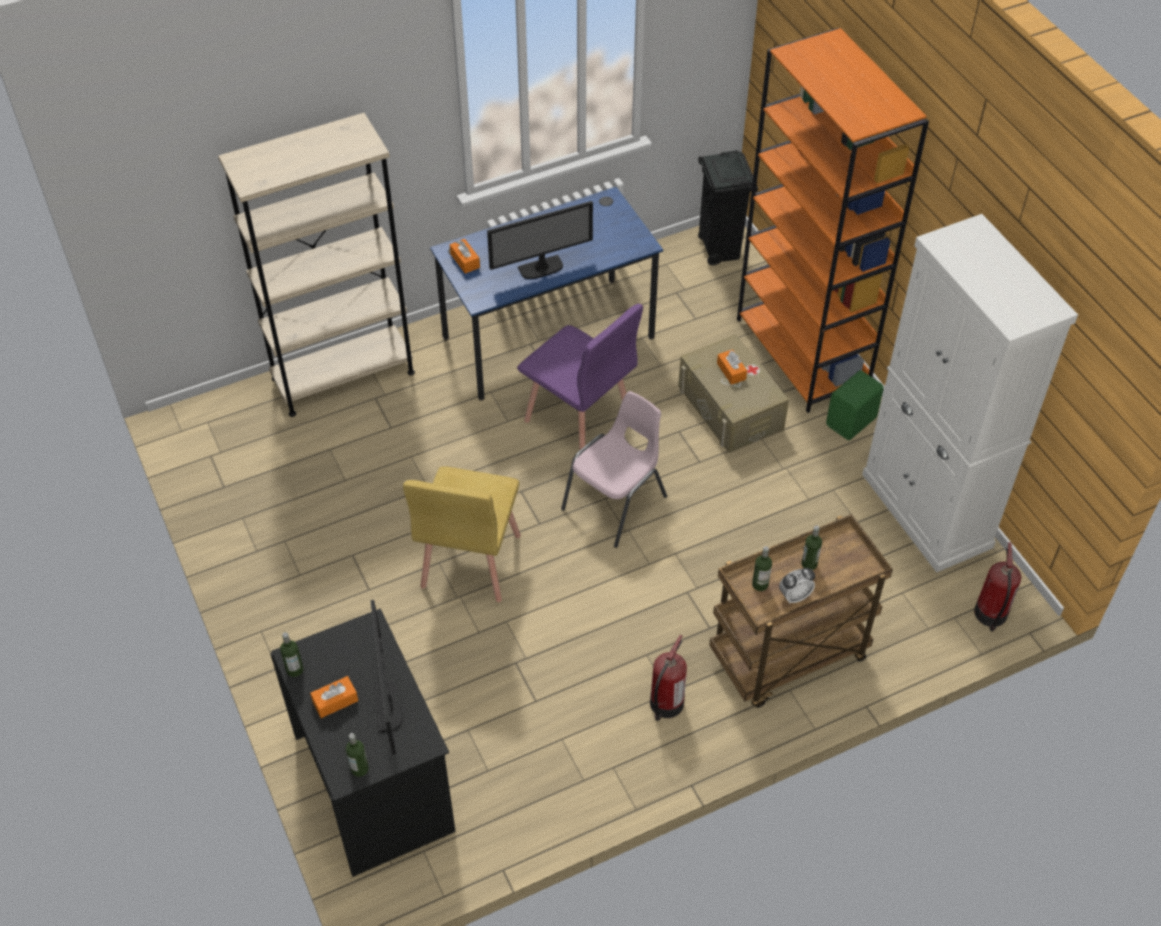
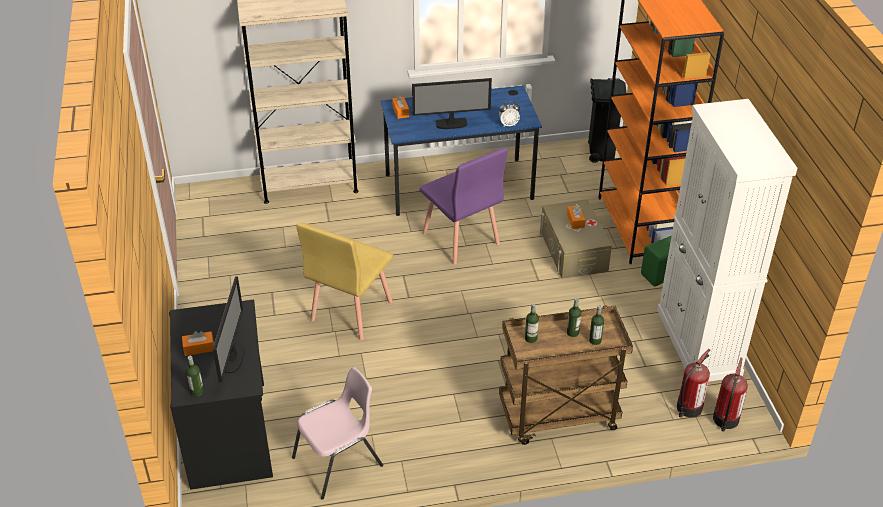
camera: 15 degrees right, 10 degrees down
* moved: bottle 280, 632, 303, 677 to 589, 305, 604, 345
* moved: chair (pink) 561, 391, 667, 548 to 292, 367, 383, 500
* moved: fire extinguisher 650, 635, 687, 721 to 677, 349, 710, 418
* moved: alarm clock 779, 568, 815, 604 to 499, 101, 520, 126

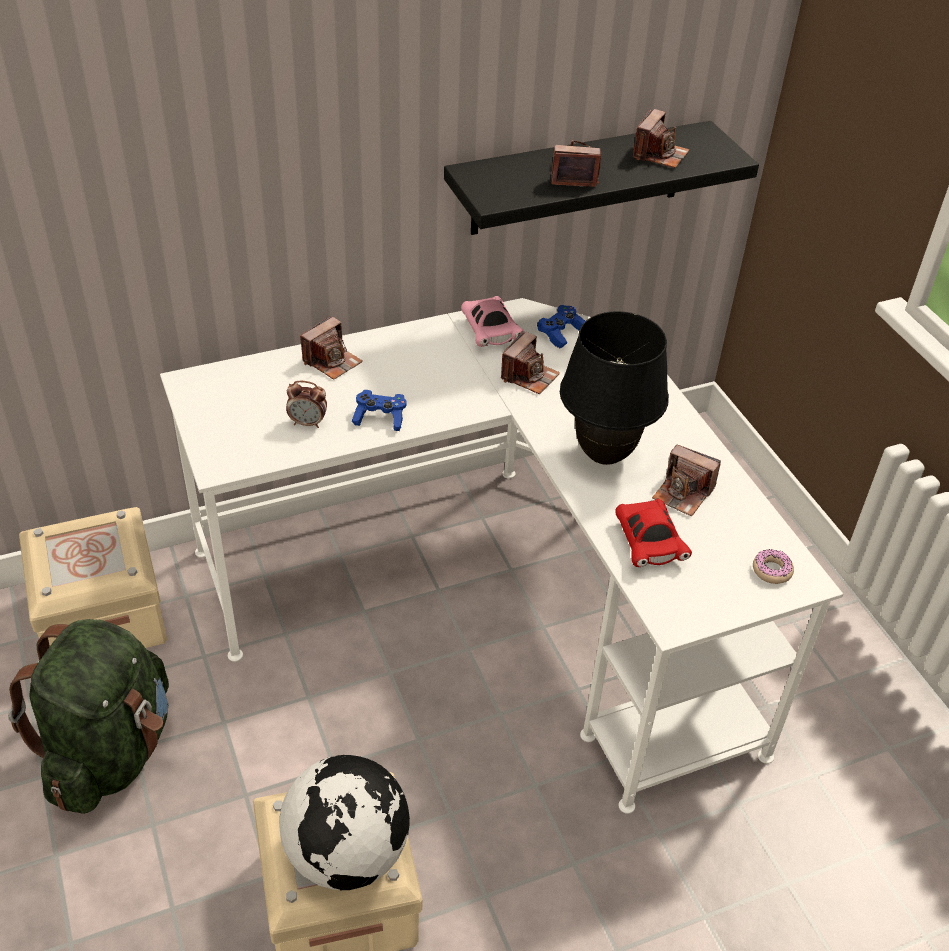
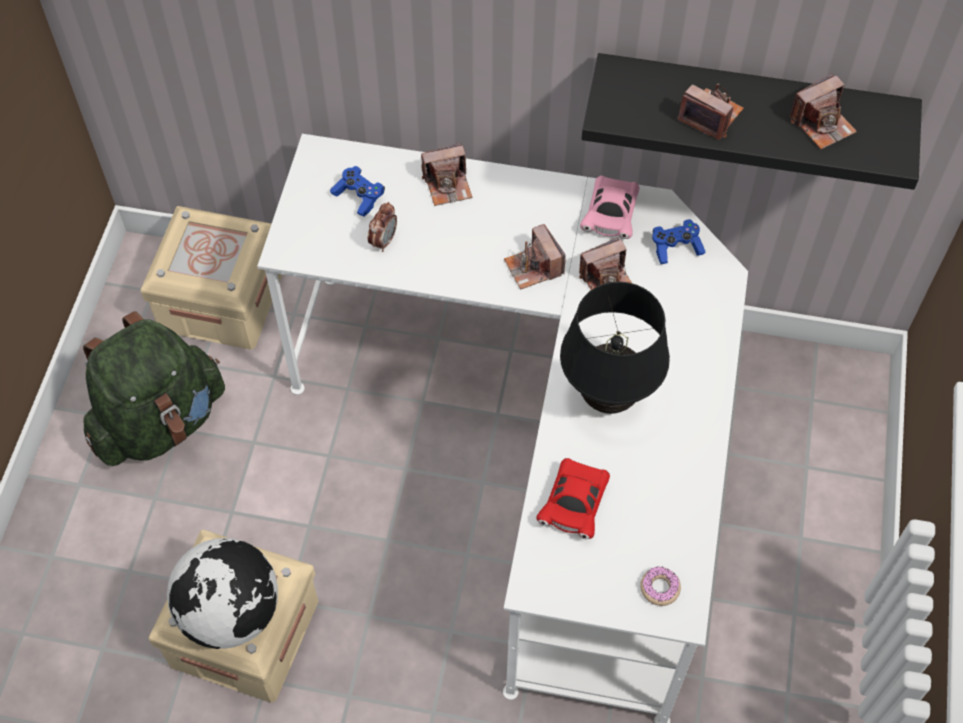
camera: 35 degrees right, 15 degrees up
* turned: alarm clock 286, 381, 327, 428 = 368, 202, 397, 252 105 degrees counterclockwise
* moved: game controller (blue) 352, 390, 407, 431 to 330, 166, 385, 217
* moved: photo camera 652, 445, 721, 516 to 504, 224, 566, 289

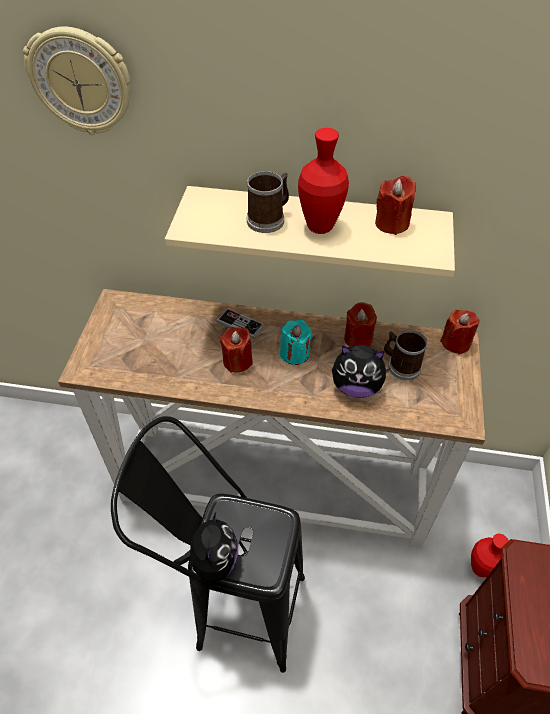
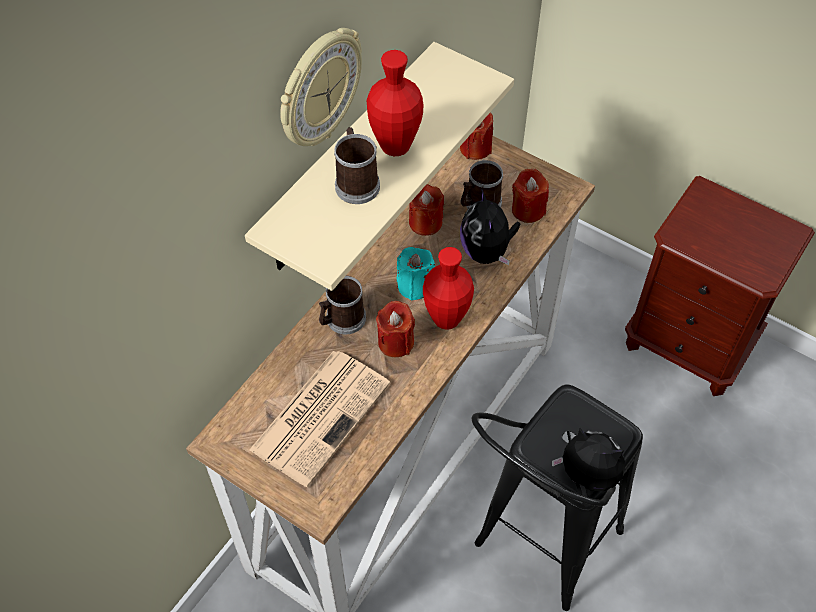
camera: 65 degrees left, 5 degrees up
* moved: wall clock 23, 26, 130, 135 to 280, 28, 362, 146
* replaced: game controller 216, 308, 264, 339 to mug 319, 275, 366, 335
* turned: plush toy 332, 345, 391, 398 = 460, 188, 520, 265 135 degrees clockwise
* moved: candle (red) 375, 176, 416, 235 to 512, 169, 549, 223
* moved: vase (red) 471, 533, 509, 577 to 423, 247, 474, 330
* added: newspaper 249, 351, 390, 487

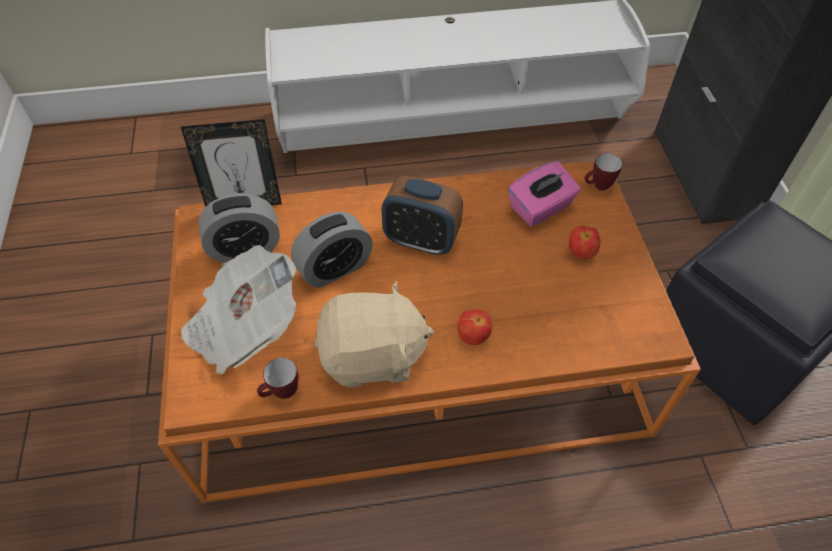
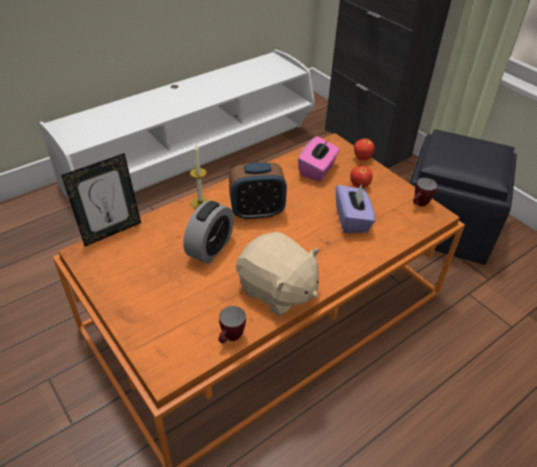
camera: 30 degrees left, 10 degrees down
* removed: newspaper 181, 245, 297, 375
* removed: alarm clock 198, 193, 280, 263
* turned: plush toy (beige) 314, 281, 434, 388 = 236, 232, 320, 316 75 degrees clockwise
* moved: apple 457, 310, 492, 345 to 354, 138, 375, 160
* moved: mug 585, 153, 622, 190 to 413, 178, 437, 206
* added: candle 190, 145, 209, 209
* added: tissue box (purple) 336, 184, 375, 233

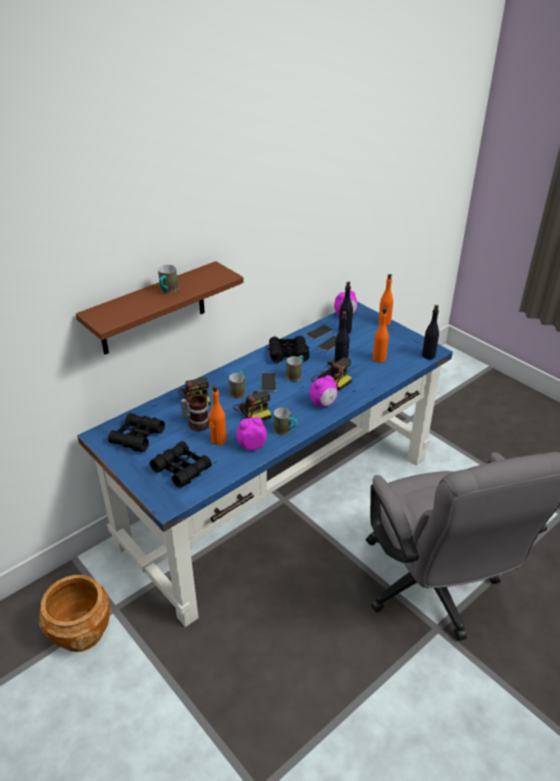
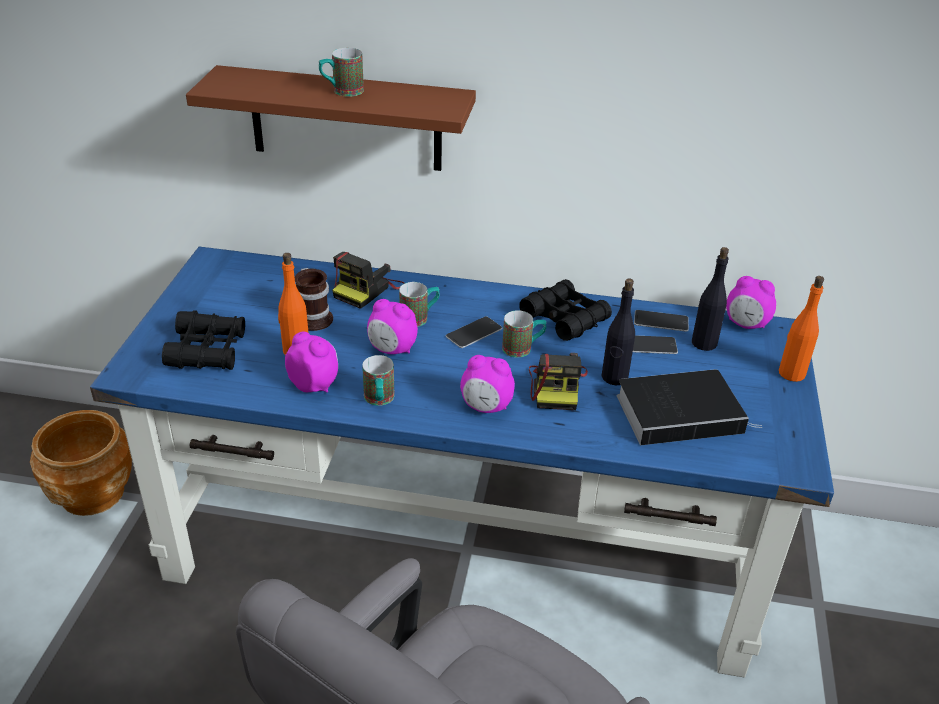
camera: 50 degrees right, 0 degrees up
* removed: binoculars (black) 108, 413, 165, 452
* replaced: photo camera 233, 390, 272, 421 to alarm clock 367, 299, 418, 354
* replaced: bottle (orange) 373, 308, 389, 363 to book 617, 369, 762, 445
* removed: bottle (black) 422, 305, 439, 359

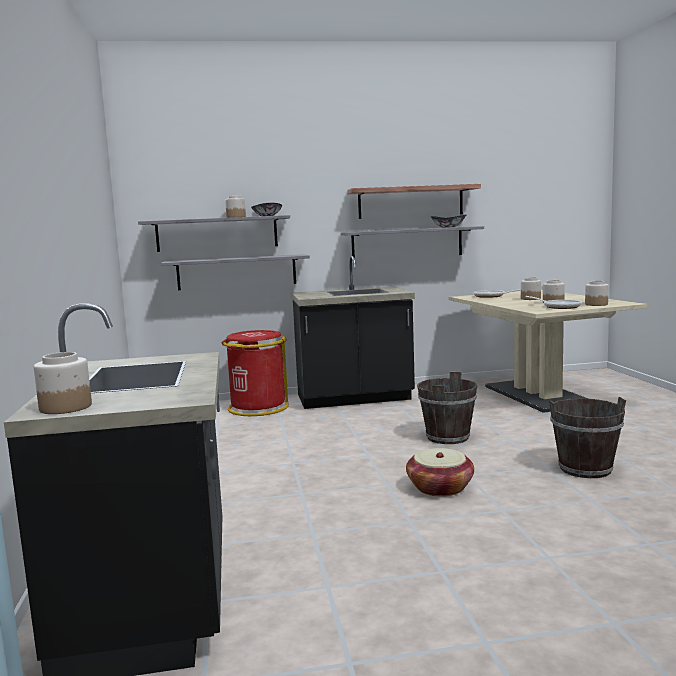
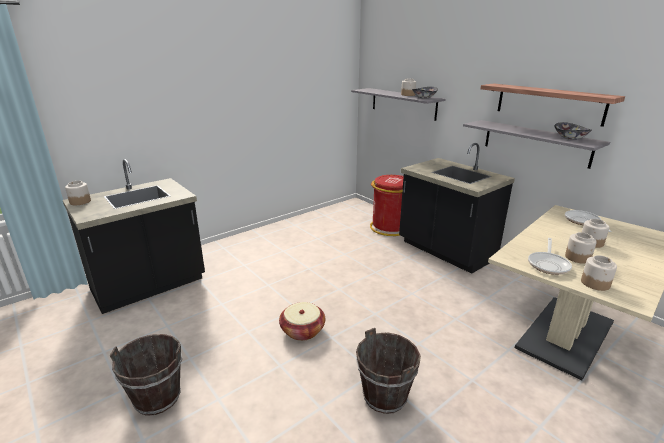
camera: 60 degrees right, 15 degrees up
* removed: shelf (grey) 161, 254, 310, 290
* moved: bucket (brown) 417, 372, 477, 444 to 109, 334, 182, 416

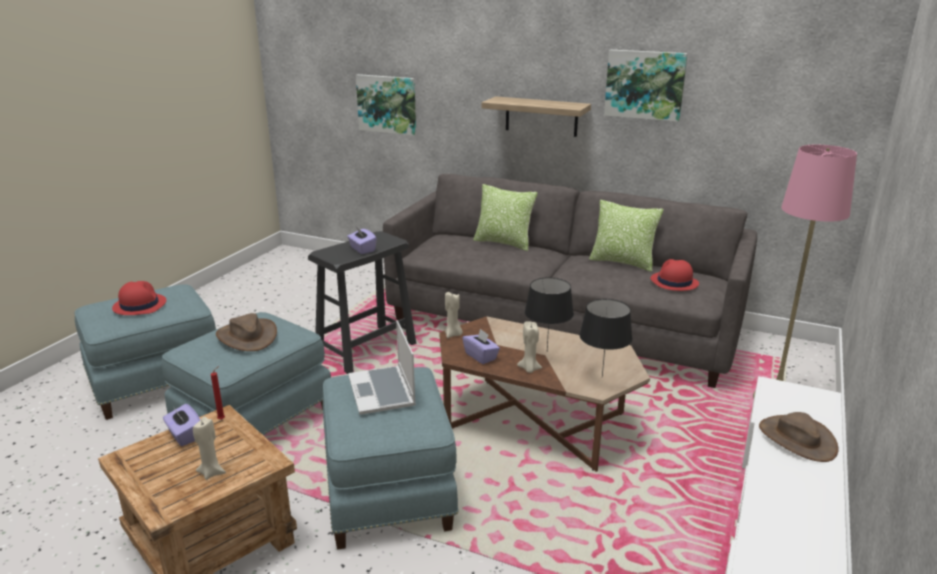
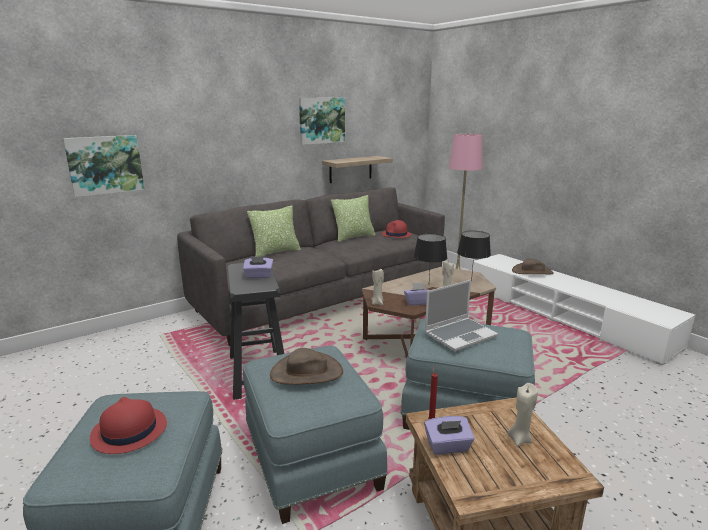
camera: 60 degrees left, 5 degrees down
* turned: laptop 348, 320, 416, 415 = 424, 280, 498, 352 45 degrees counterclockwise
* moved: shelf 481, 96, 591, 137 to 322, 156, 393, 183

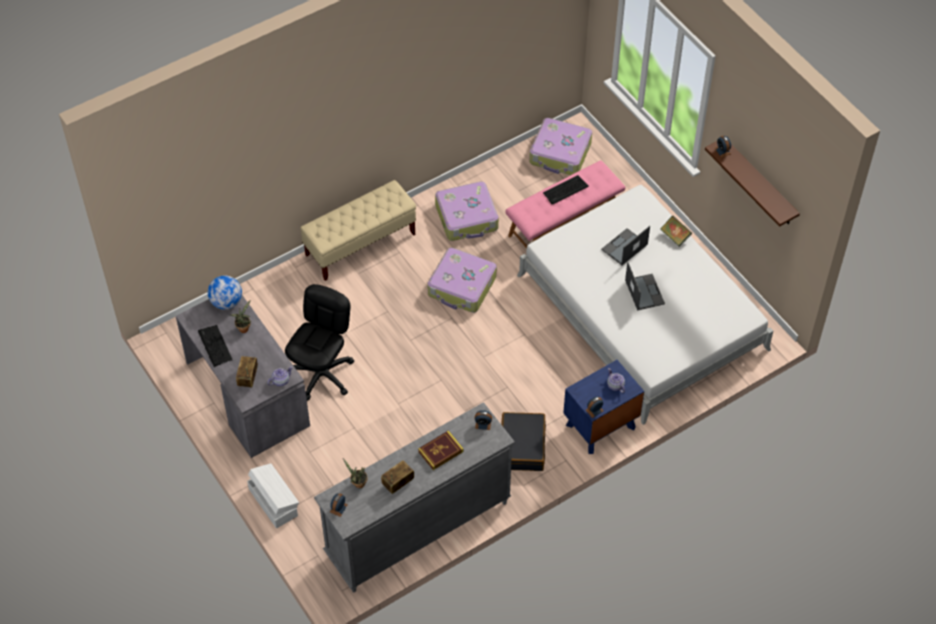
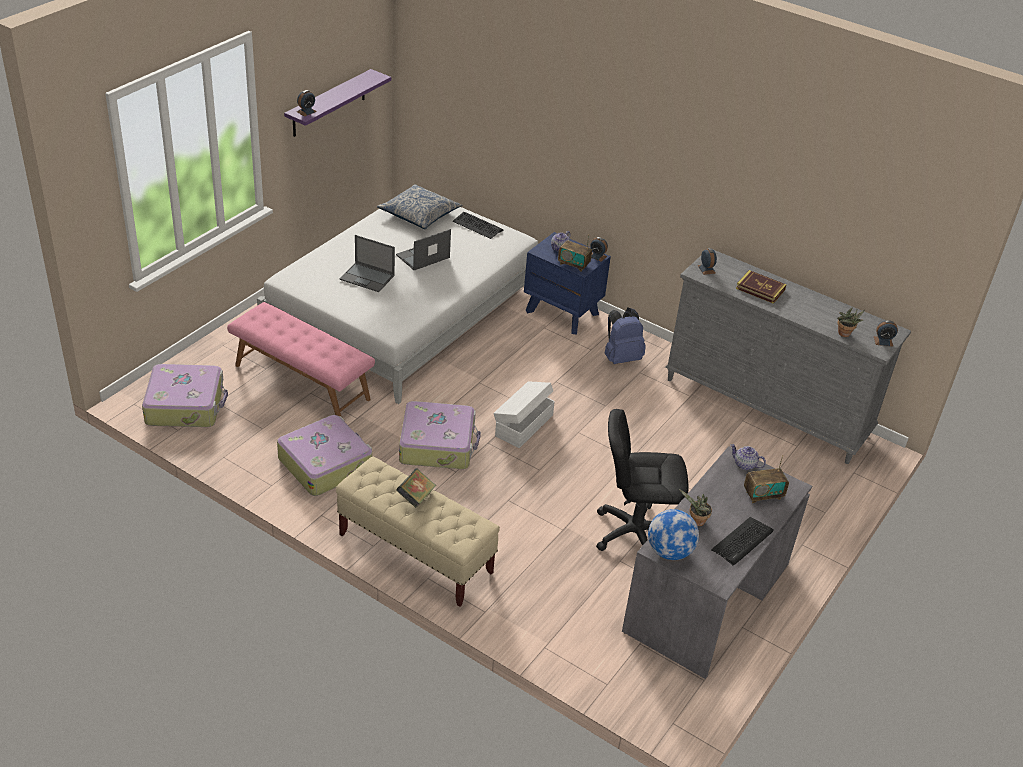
camera: 115 degrees left, 15 degrees down
* moved: storage box (white) 247, 463, 299, 528 to 493, 382, 555, 448
* moved: radio 381, 460, 414, 494 to 558, 234, 592, 272
* replaced: suitcase (black) 501, 412, 546, 471 to backpack (blue) 605, 308, 646, 364
* moved: keyboard 543, 175, 588, 204 to 453, 212, 504, 239
* moved: book 660, 215, 692, 247 to 396, 468, 436, 508
* recoloured: shelf (brown) 705, 141, 800, 227 to shelf (purple) 284, 69, 391, 137
* added: pillow 377, 184, 462, 229

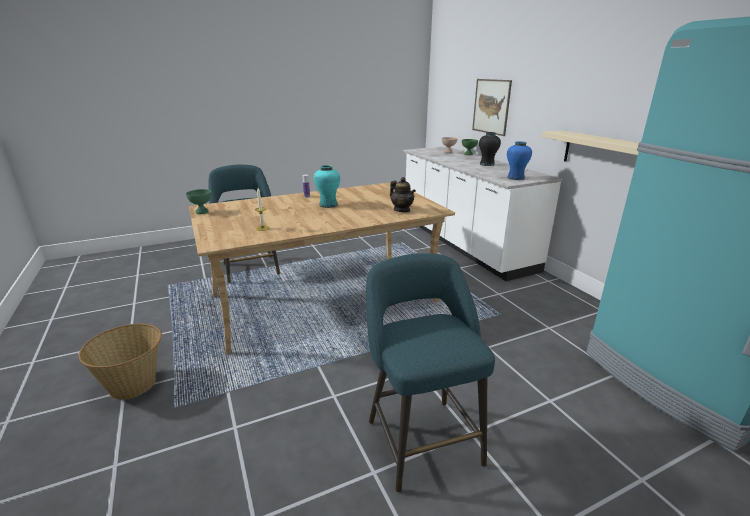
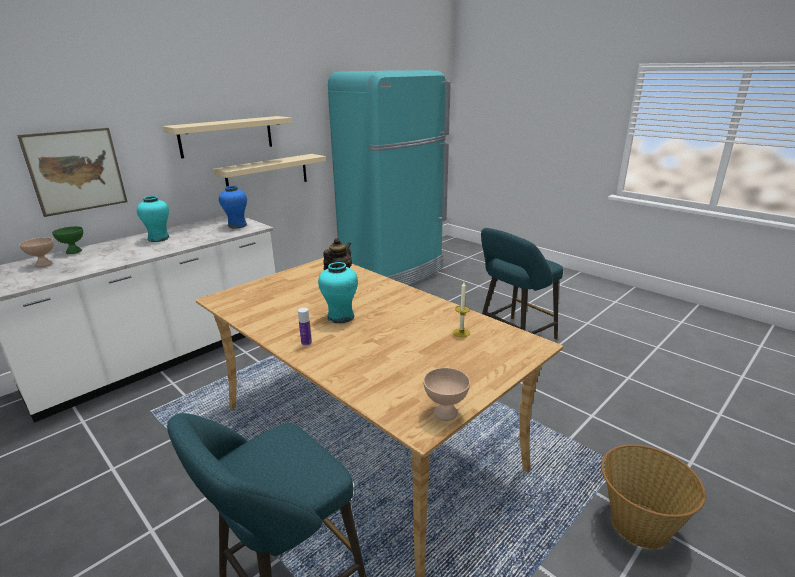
camera: 110 degrees left, 0 degrees up
* recoloured: bowl (green) 186, 189, 211, 214 to bowl (beige) 423, 368, 470, 421
* recoloured: vase (black) 479, 132, 501, 166 to vase (turquoise) 137, 196, 169, 242
* added: shelf (beige) 162, 116, 292, 159

